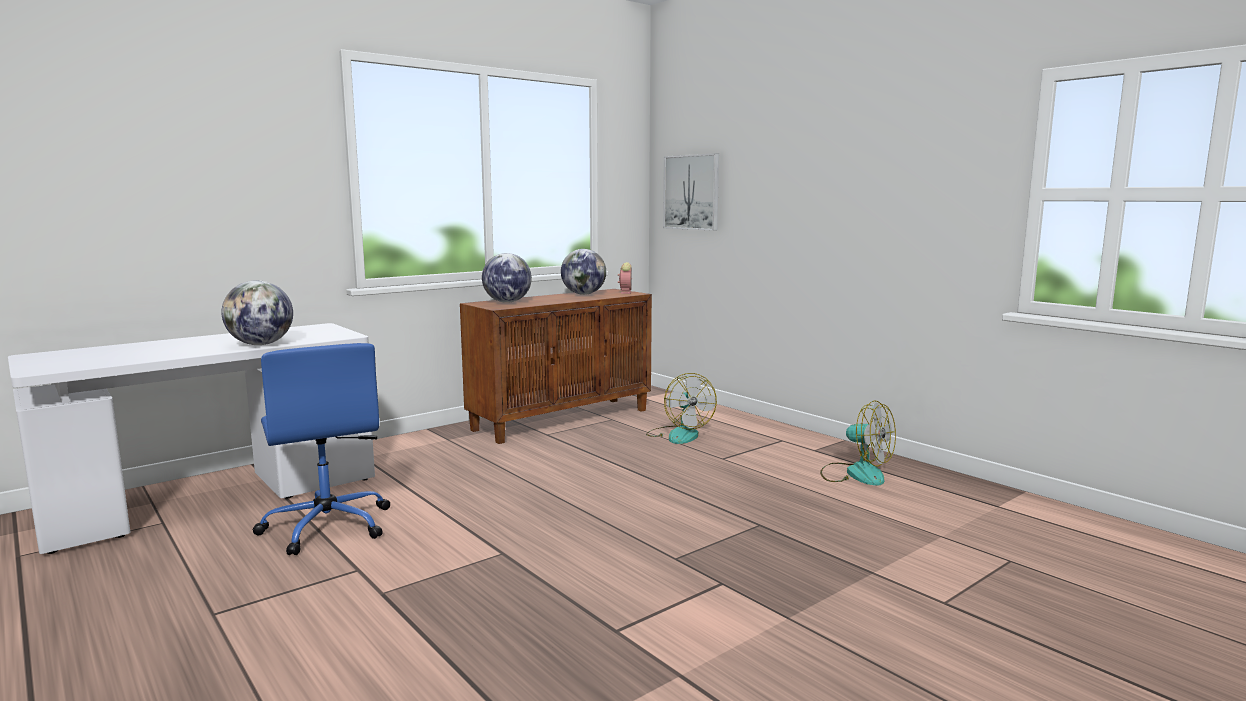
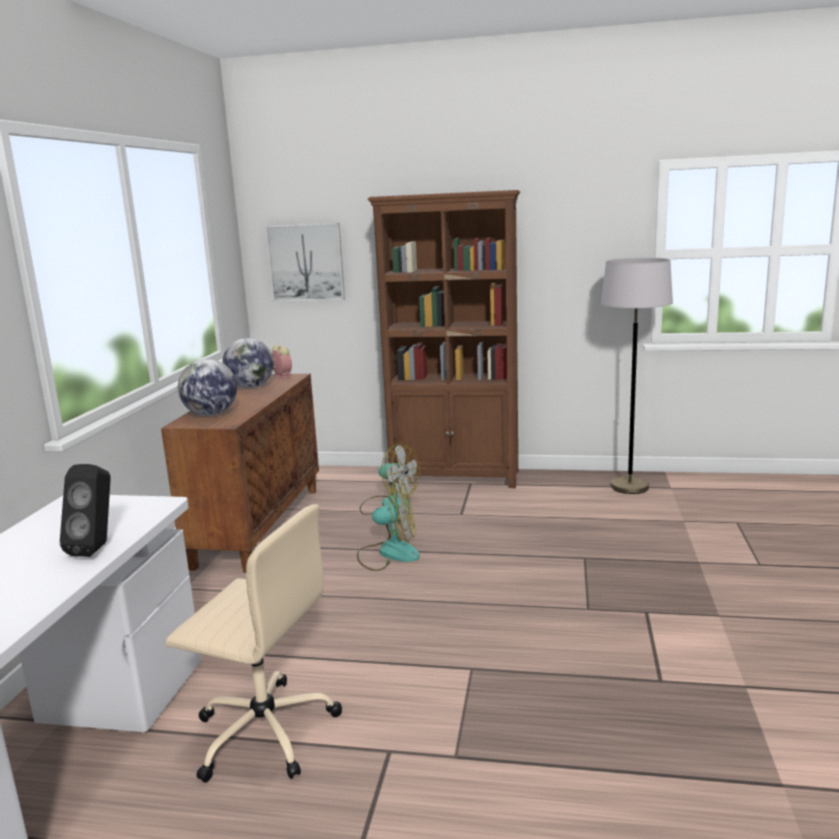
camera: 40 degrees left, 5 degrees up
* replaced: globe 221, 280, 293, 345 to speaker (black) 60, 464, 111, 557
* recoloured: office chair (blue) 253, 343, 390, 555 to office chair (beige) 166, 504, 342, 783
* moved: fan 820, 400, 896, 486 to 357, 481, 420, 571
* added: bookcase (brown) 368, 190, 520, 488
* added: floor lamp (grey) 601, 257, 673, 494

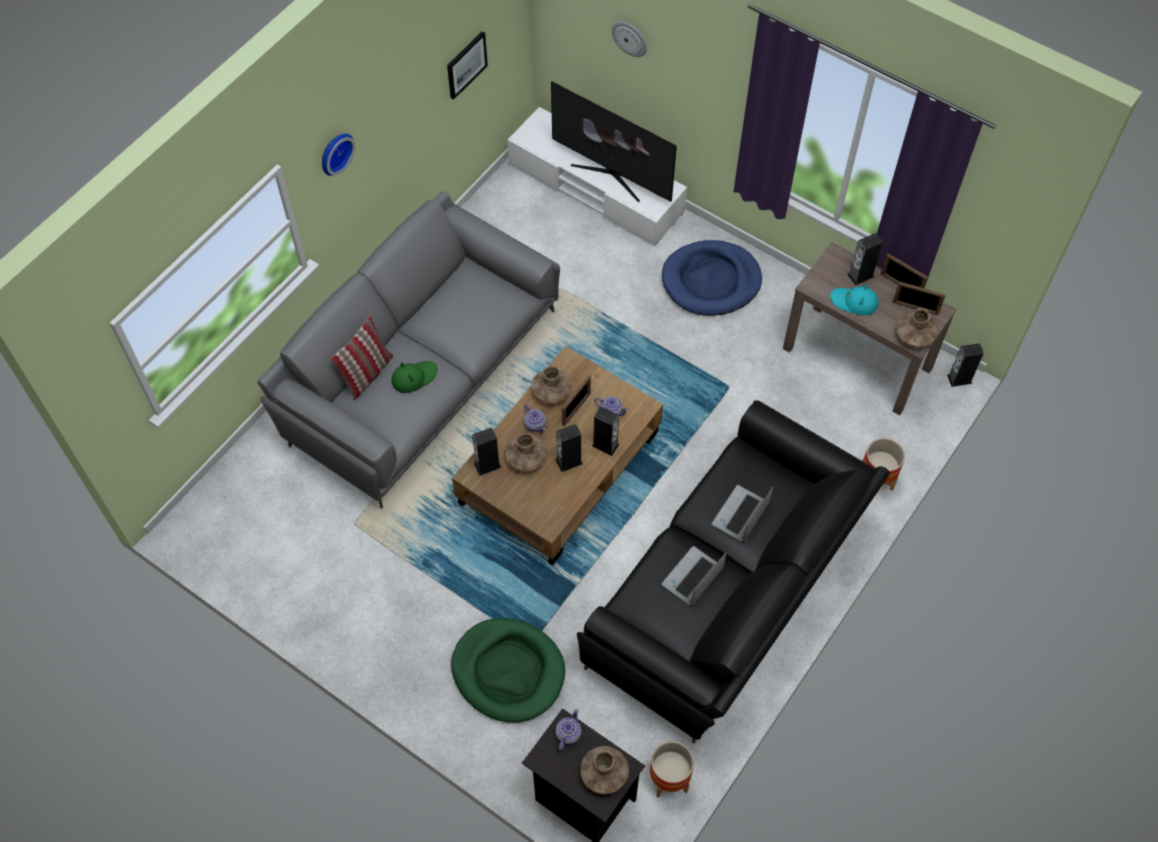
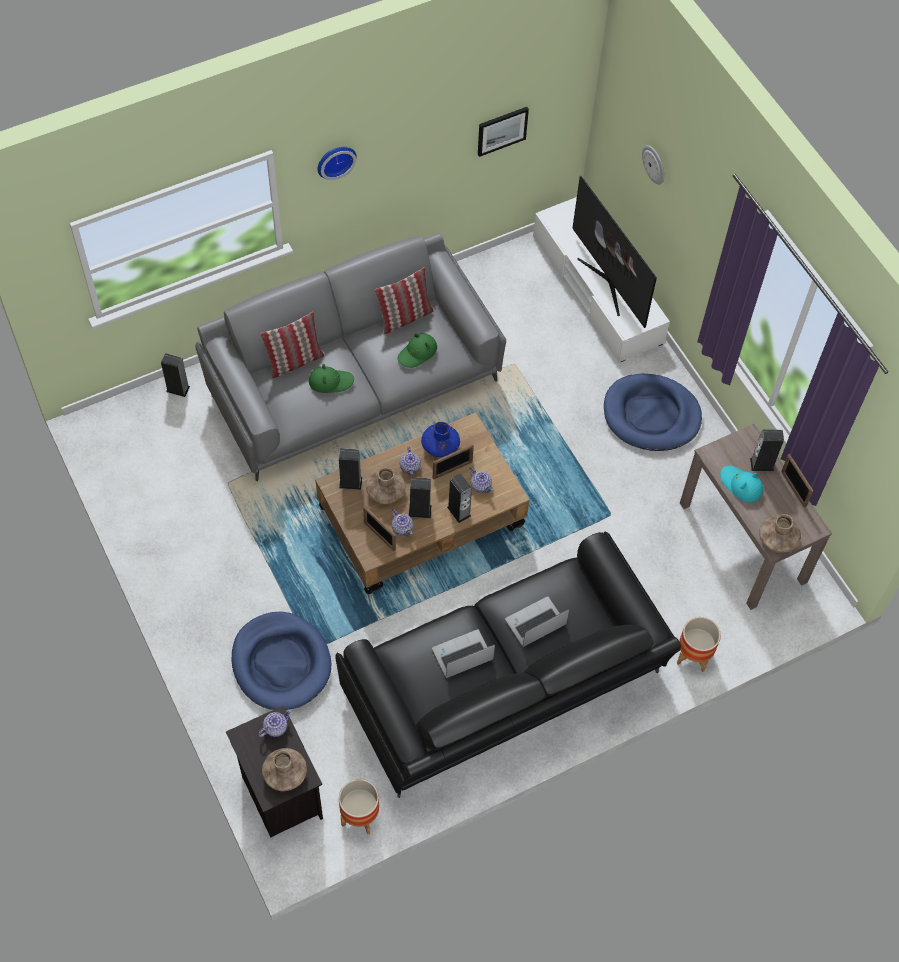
camera: 25 degrees right, 0 degrees up
* recoloured: dog bed (green) 451, 618, 565, 723 to dog bed (blue) 232, 612, 331, 710
* recoloured: vase (brown) 531, 366, 572, 404 to vase (blue) 421, 422, 460, 457
* moved: picture frame 892, 282, 946, 315 to 363, 505, 396, 552
* moved: speaker 947, 343, 984, 387 to 161, 353, 190, 397
* added: pillow 375, 267, 434, 335
* added: teapot 391, 509, 413, 536
* added: hat (green) 398, 333, 437, 368

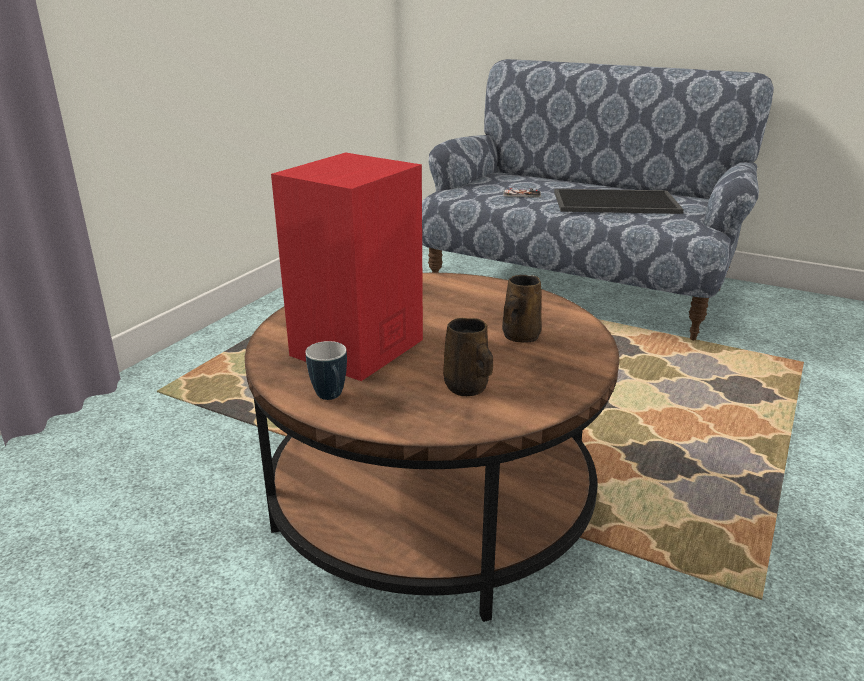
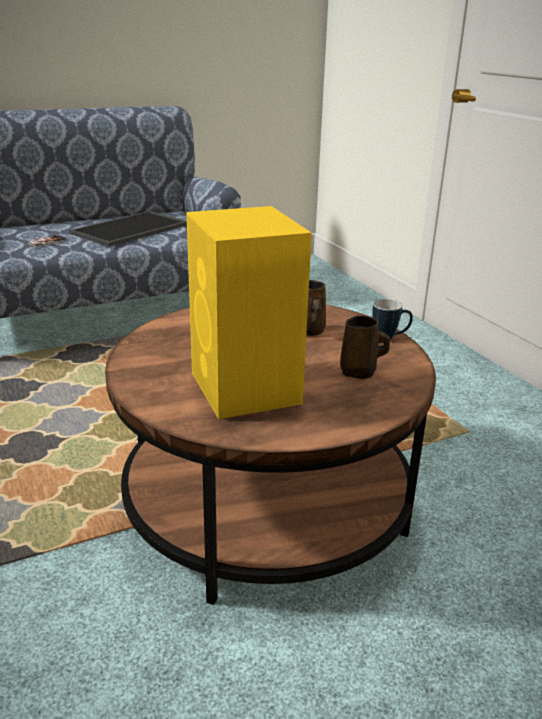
camera: 55 degrees left, 0 degrees up
* recoloured: speaker (red) 271, 153, 423, 381 to speaker (yellow) 186, 206, 312, 419
* moved: mug 306, 341, 347, 400 to 372, 299, 413, 339

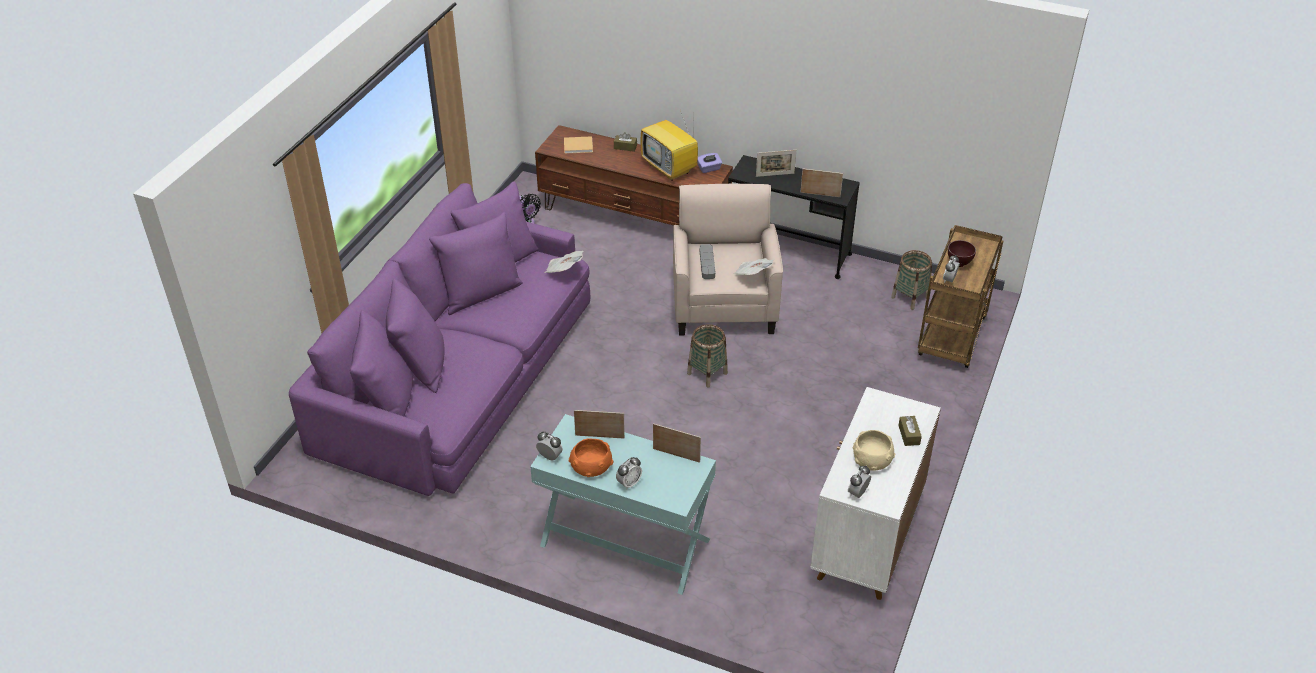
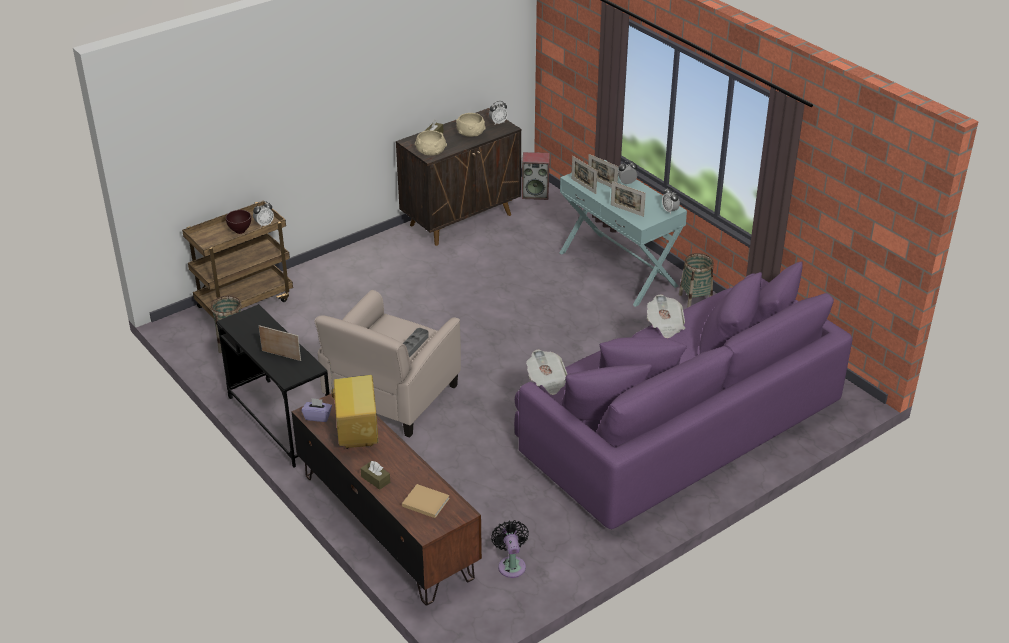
camera: 150 degrees left, 5 degrees down
* removed: bowl (orange) 569, 438, 614, 477
* moved: basket 687, 324, 728, 388 to 679, 253, 714, 308
* moved: newspaper 733, 258, 773, 275 to 647, 294, 685, 338
* moved: picture frame 801, 168, 843, 197 to 588, 154, 618, 188
* recoloured: cabinet (white) 810, 387, 941, 600 to cabinet (brown) 396, 108, 521, 246
* added: bowl (beige) 415, 130, 447, 156
* added: speaker 522, 152, 550, 200

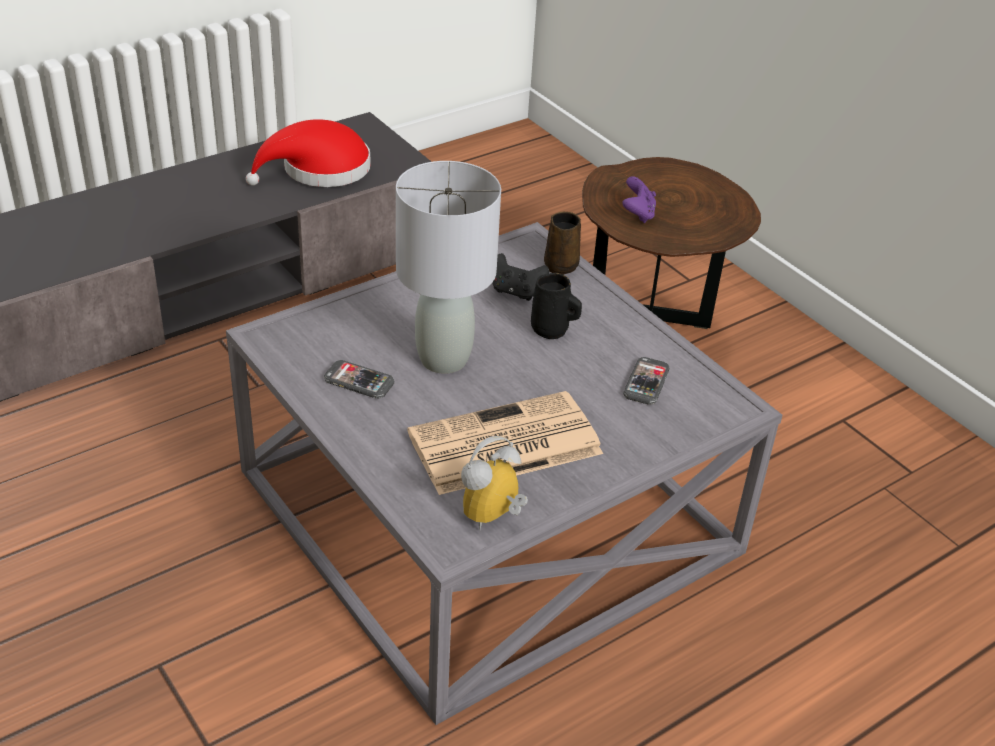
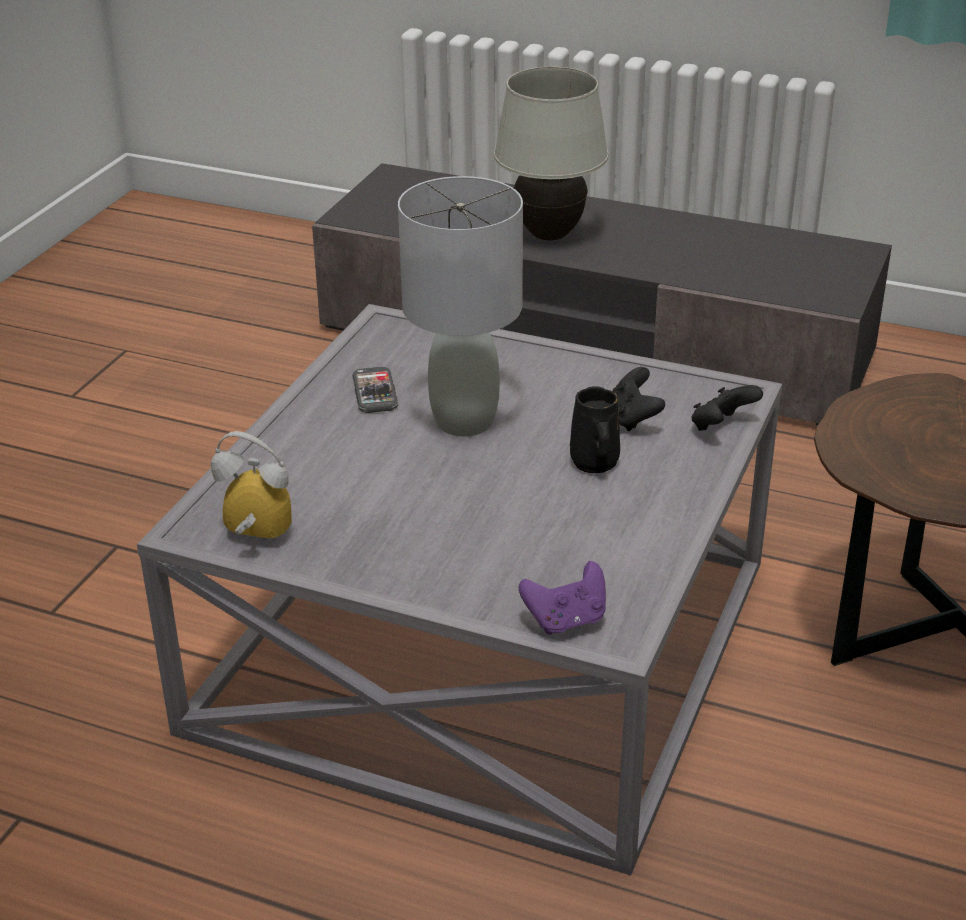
camera: 60 degrees right, 5 degrees down
* removed: hat (red) 246, 119, 371, 187
* removed: newspaper 407, 391, 603, 495
* replaced: mug (brown) 544, 212, 581, 275 to game controller (black) 692, 385, 763, 431
* moved: game controller (purple) 622, 176, 656, 223 to 519, 561, 606, 635
* removed: phone 623, 357, 670, 405
* added: table lamp (white) 494, 67, 609, 240

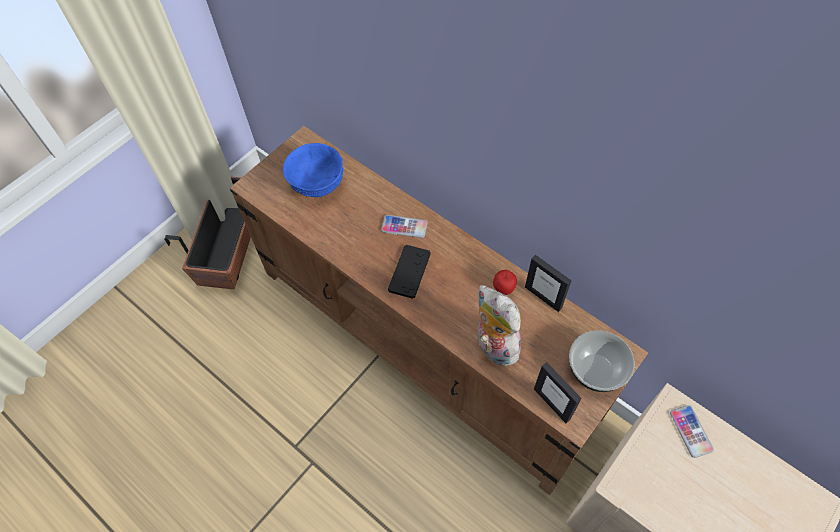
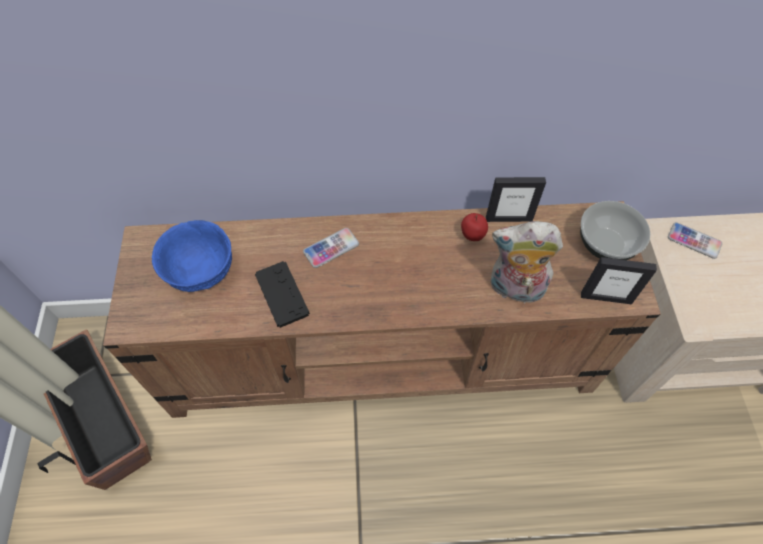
camera: 45 degrees left, 0 degrees up
* moved: game controller (black) 388, 245, 431, 299 to 255, 261, 310, 328

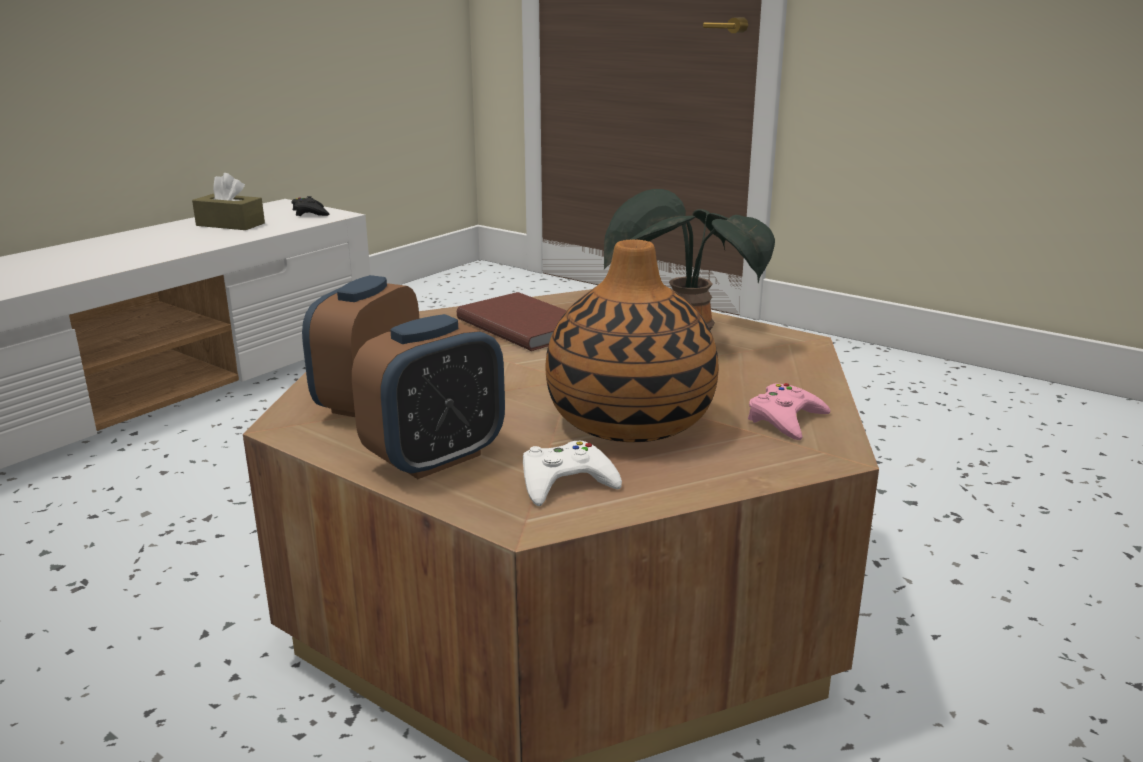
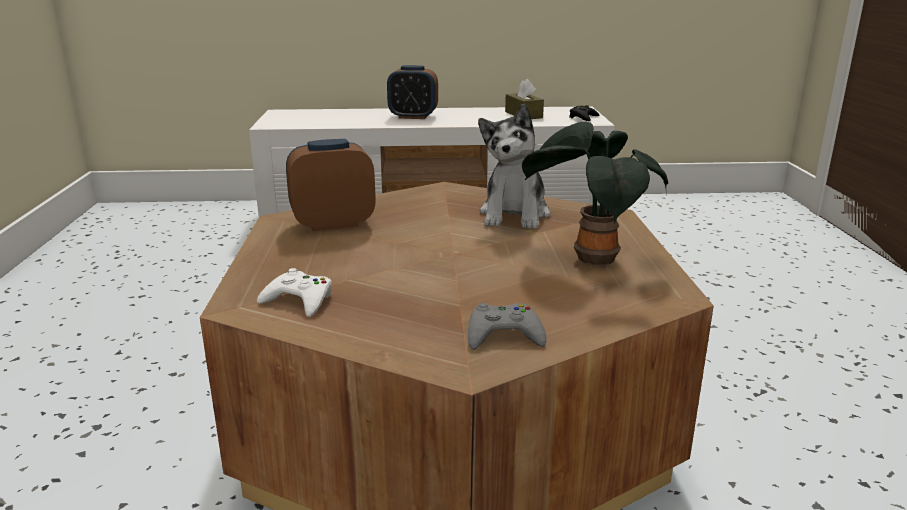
camera: 50 degrees right, 0 degrees up
* moved: alarm clock 352, 314, 505, 479 to 387, 65, 438, 119
* replaced: book (brown) 457, 292, 567, 351 to plush toy 478, 104, 551, 229
* removed: vase 546, 239, 719, 442
* recoloured: game controller (pink) 748, 383, 830, 440 to game controller (grey) 468, 303, 547, 350

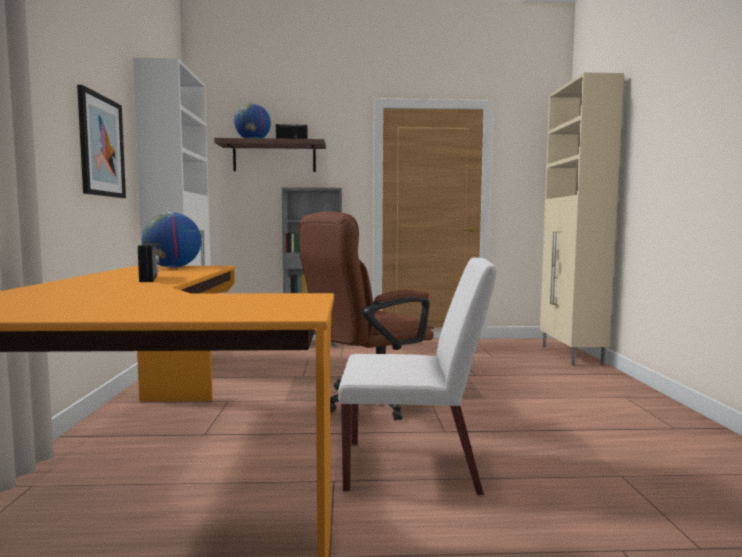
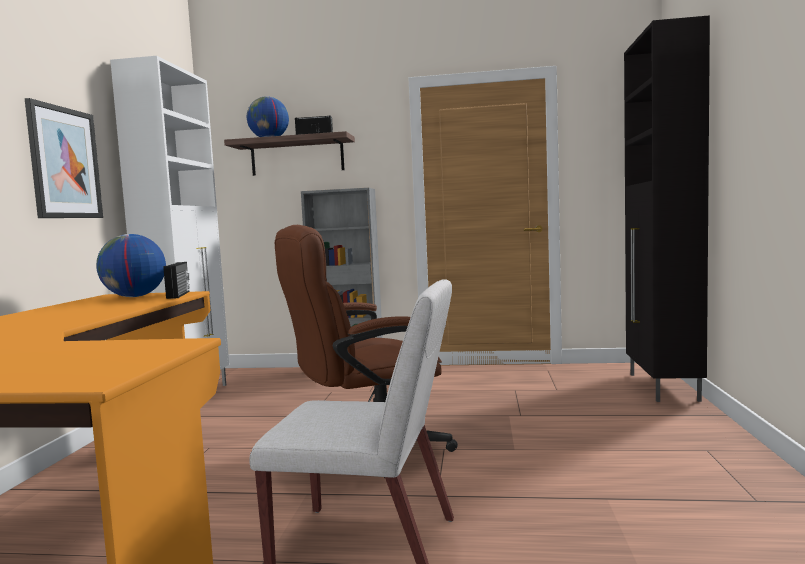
camera: 10 degrees right, 0 degrees up
* moved: radio 138, 243, 159, 282 to 163, 262, 190, 299
* recoloured: cabinet (beige) 540, 72, 624, 365 to cabinet (black) 624, 15, 710, 402

